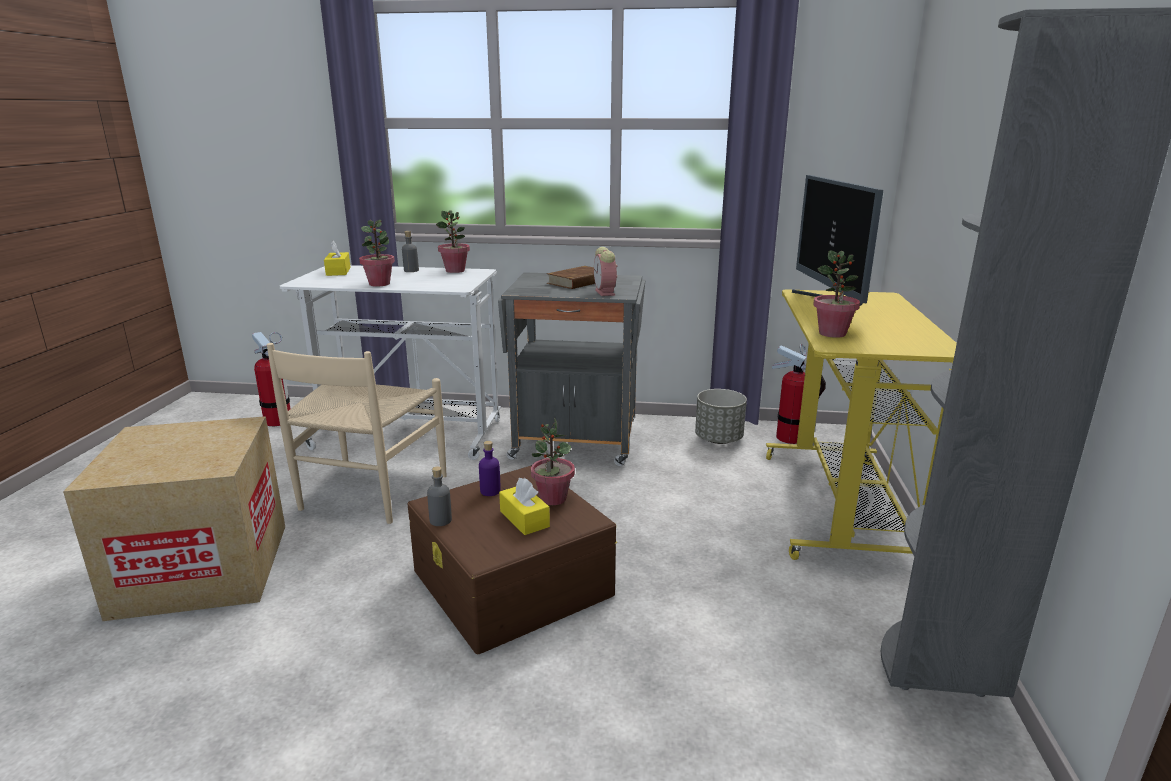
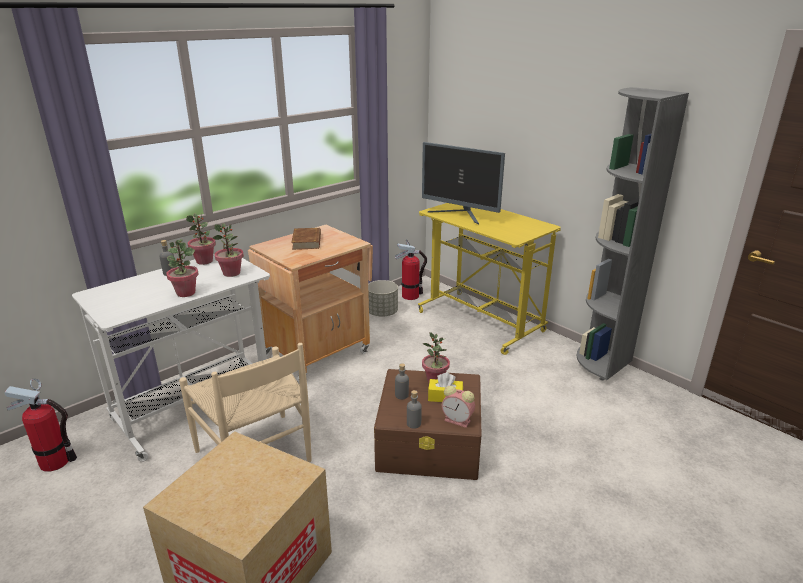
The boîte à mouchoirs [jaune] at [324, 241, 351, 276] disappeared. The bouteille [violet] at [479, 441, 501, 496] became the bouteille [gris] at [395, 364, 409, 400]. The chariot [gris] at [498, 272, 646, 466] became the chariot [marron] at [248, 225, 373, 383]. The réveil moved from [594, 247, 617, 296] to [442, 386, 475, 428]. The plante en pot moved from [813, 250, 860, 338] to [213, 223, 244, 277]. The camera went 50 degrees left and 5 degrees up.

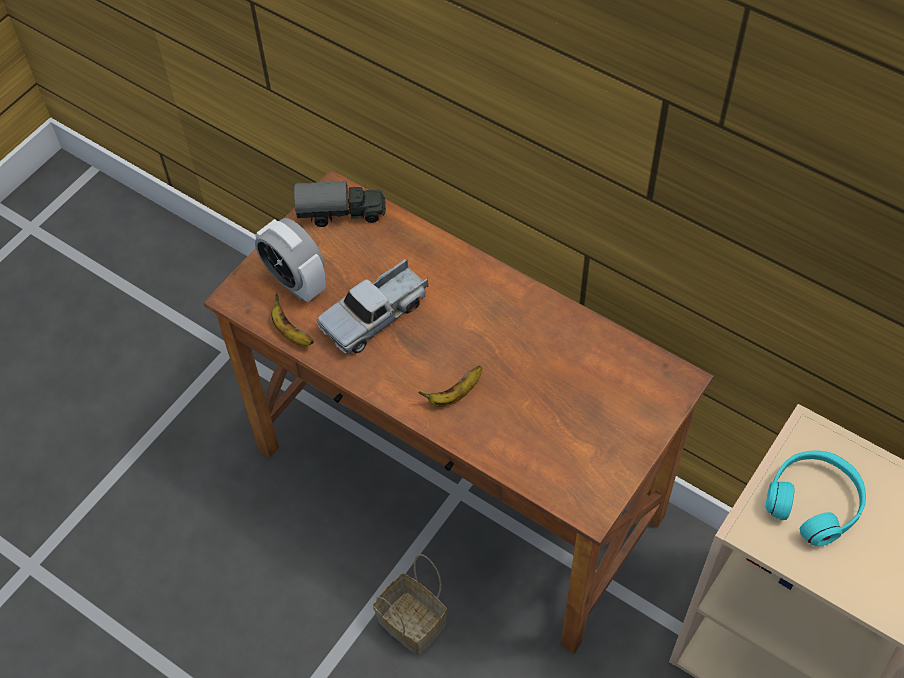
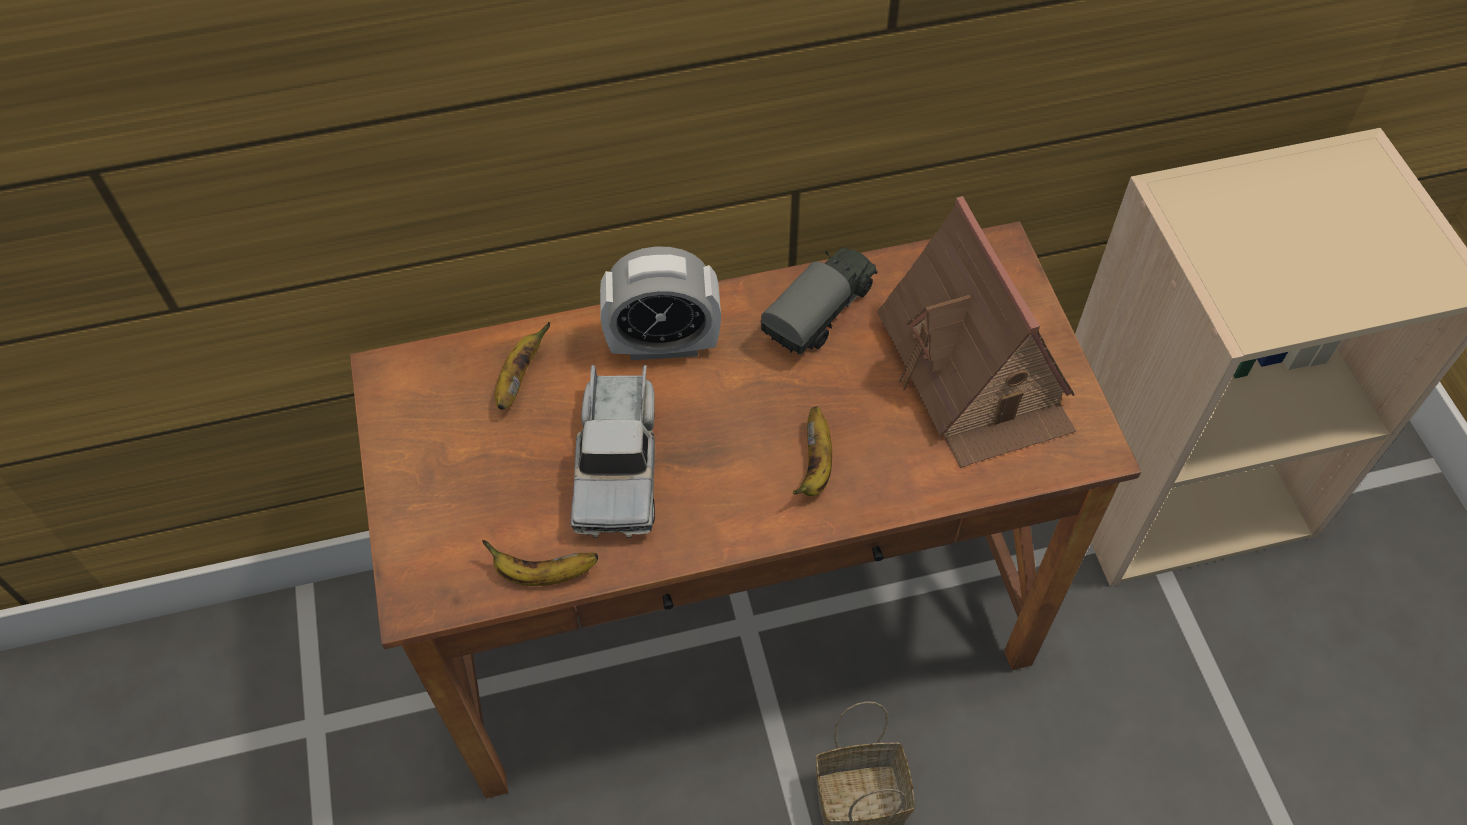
The réveil moved from [255, 218, 326, 302] to [600, 246, 721, 360]. The camion jouet moved from [294, 181, 386, 227] to [760, 247, 877, 354]. The casque audio [turquoise] at [766, 451, 866, 546] disappeared. The banane at [495, 322, 550, 410] appeared. The maison miniature at [877, 196, 1076, 468] appeared. The camera went 50 degrees left and 0 degrees up.

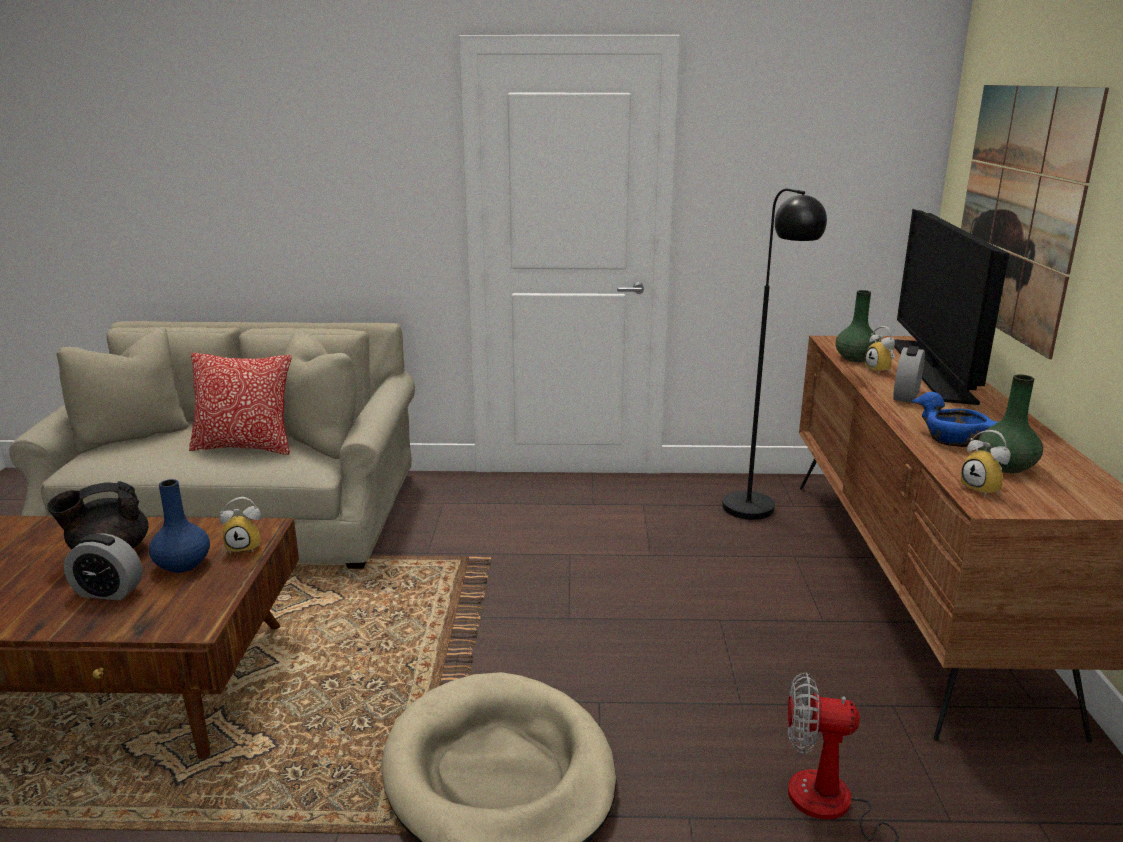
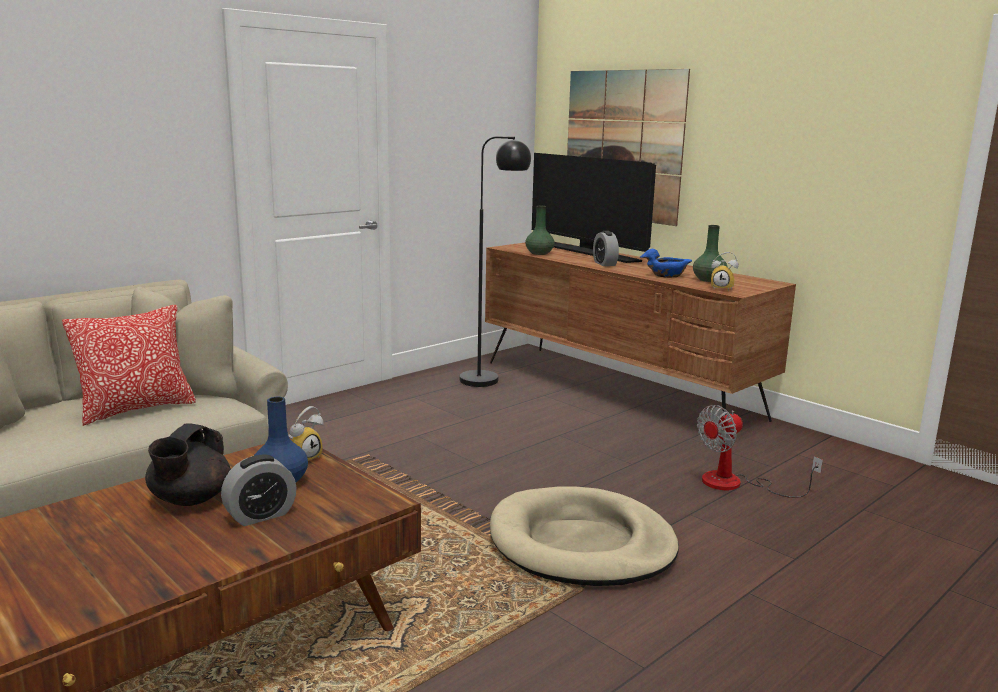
The réveil at [865, 326, 895, 374] disappeared. The camera went 45 degrees left and 5 degrees down.

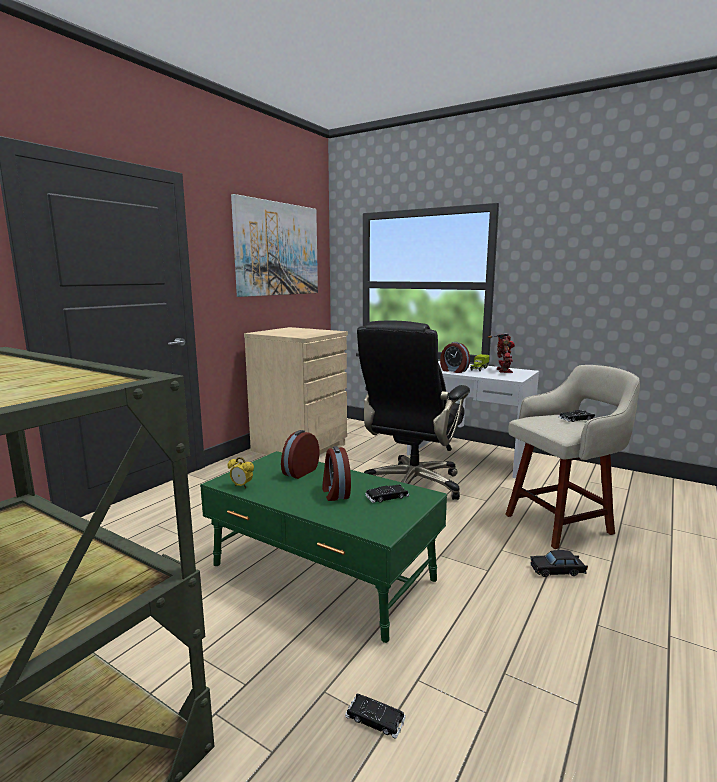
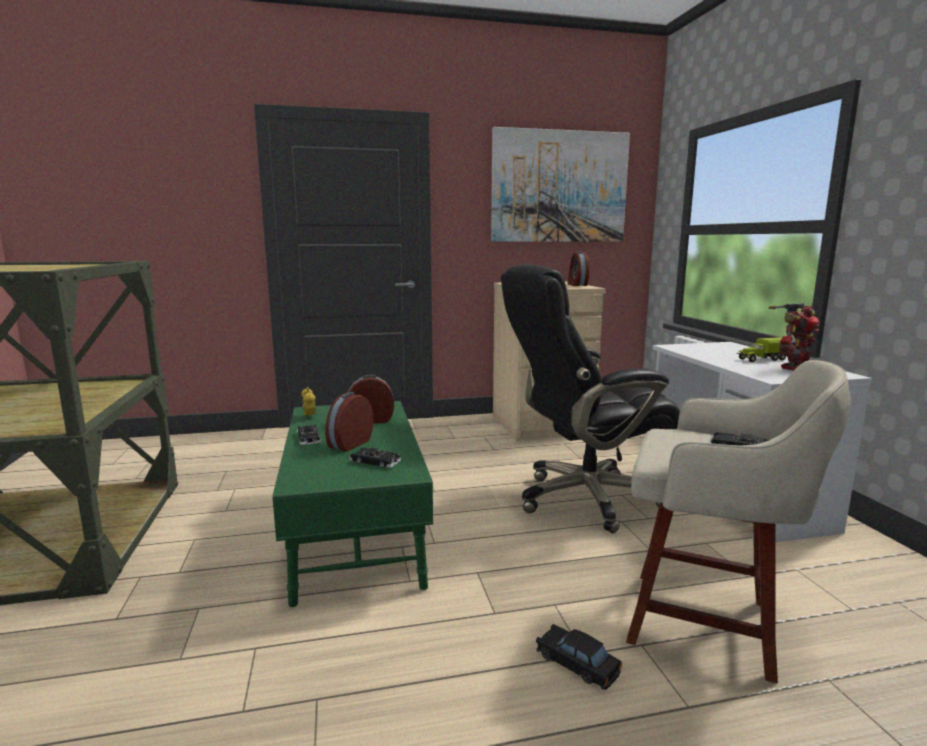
The petite voiture [noir] moved from [345, 693, 406, 739] to [297, 424, 321, 445]. The réveil moved from [440, 342, 470, 373] to [567, 251, 589, 286]. The camera went 45 degrees right and 0 degrees up.

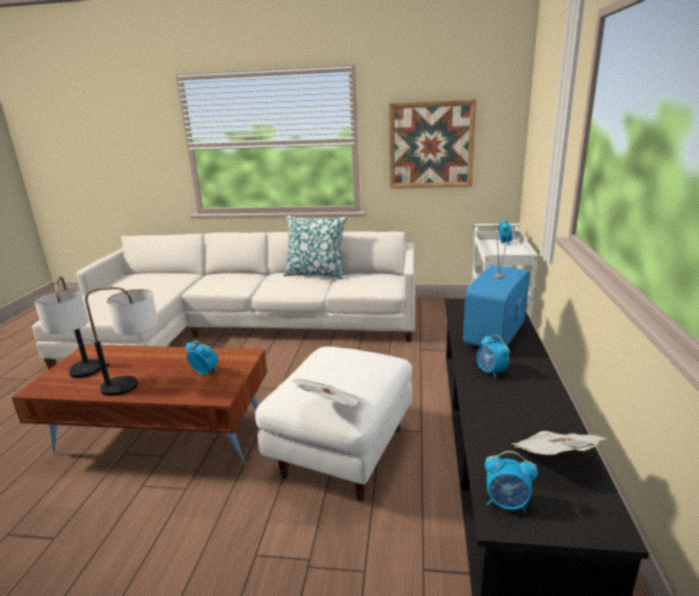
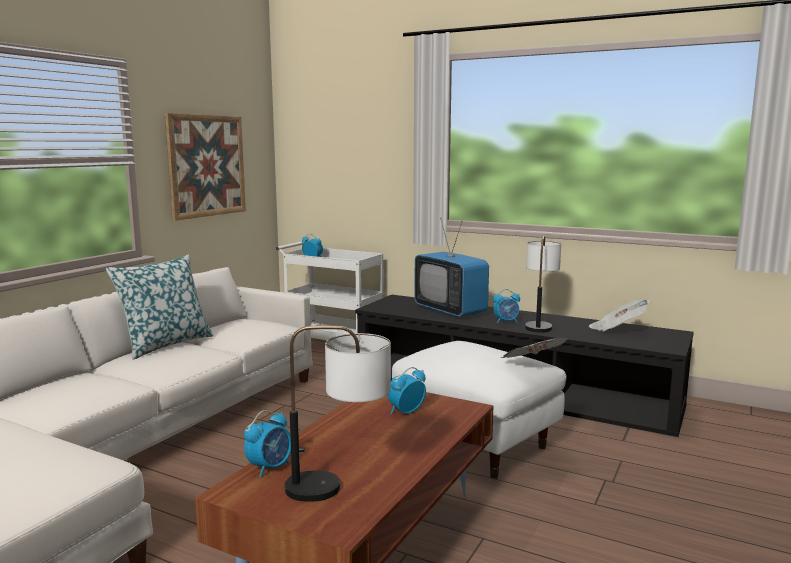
The lampe de table moved from [85, 287, 158, 396] to [525, 236, 561, 333]. The réveil moved from [485, 451, 538, 513] to [244, 410, 291, 477]. The camera went 70 degrees left and 10 degrees down.

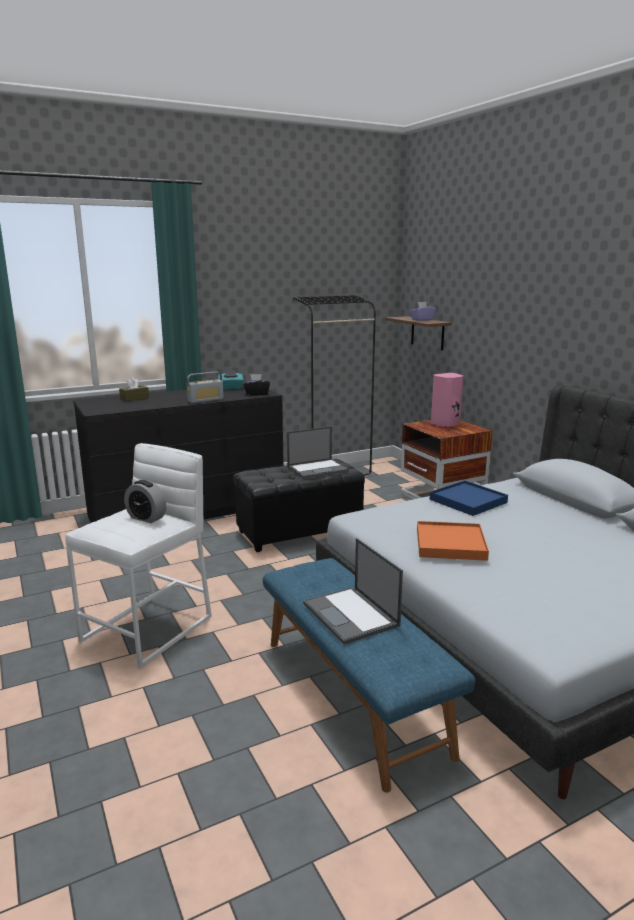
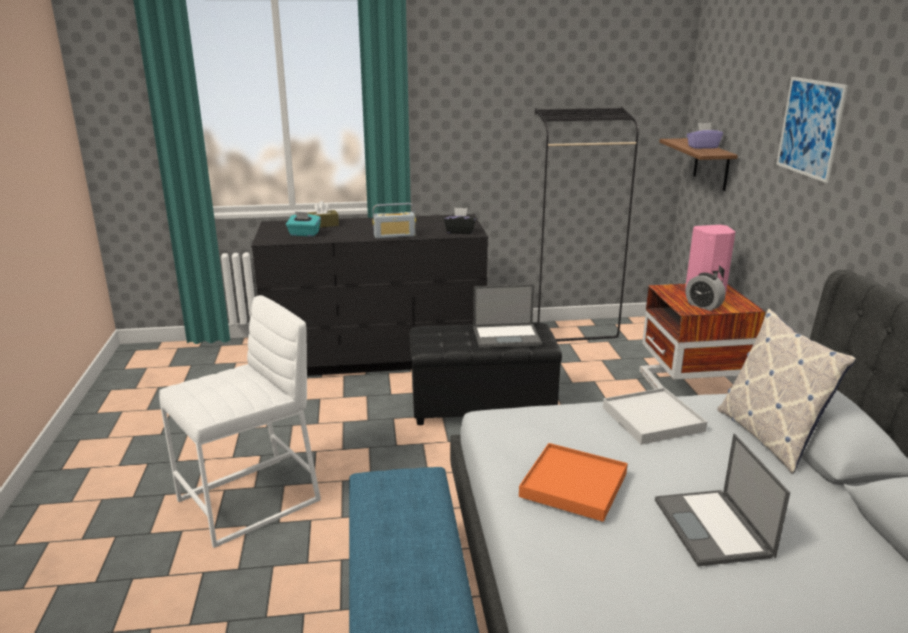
The réveil moved from [124, 480, 166, 523] to [686, 273, 726, 311]. The boîte à mouchoirs [turquoise] moved from [218, 370, 243, 390] to [286, 211, 321, 237]. The ordinateur portable moved from [303, 538, 403, 645] to [655, 434, 790, 567]. The plateau [bleu] at [430, 481, 508, 516] became the plateau [blanc] at [603, 388, 707, 445]. The coussin at [717, 309, 856, 474] appeared. The tableau at [776, 77, 848, 183] appeared. The camera went 20 degrees right and 5 degrees up.

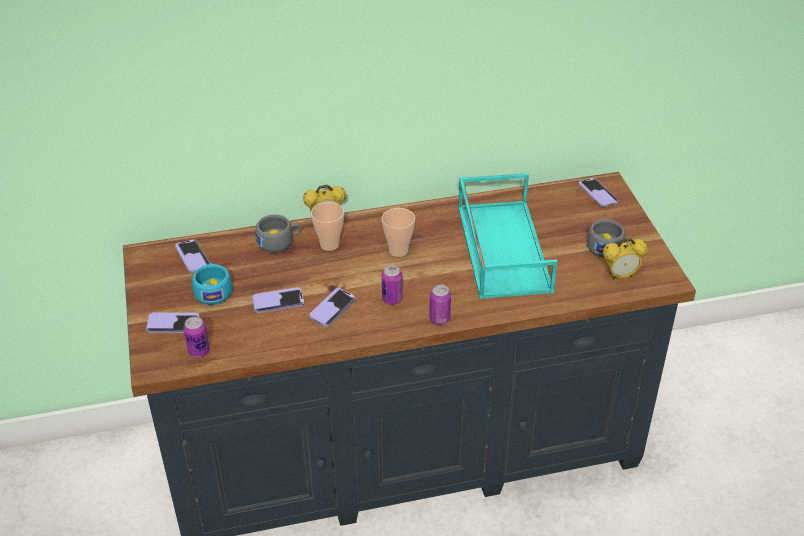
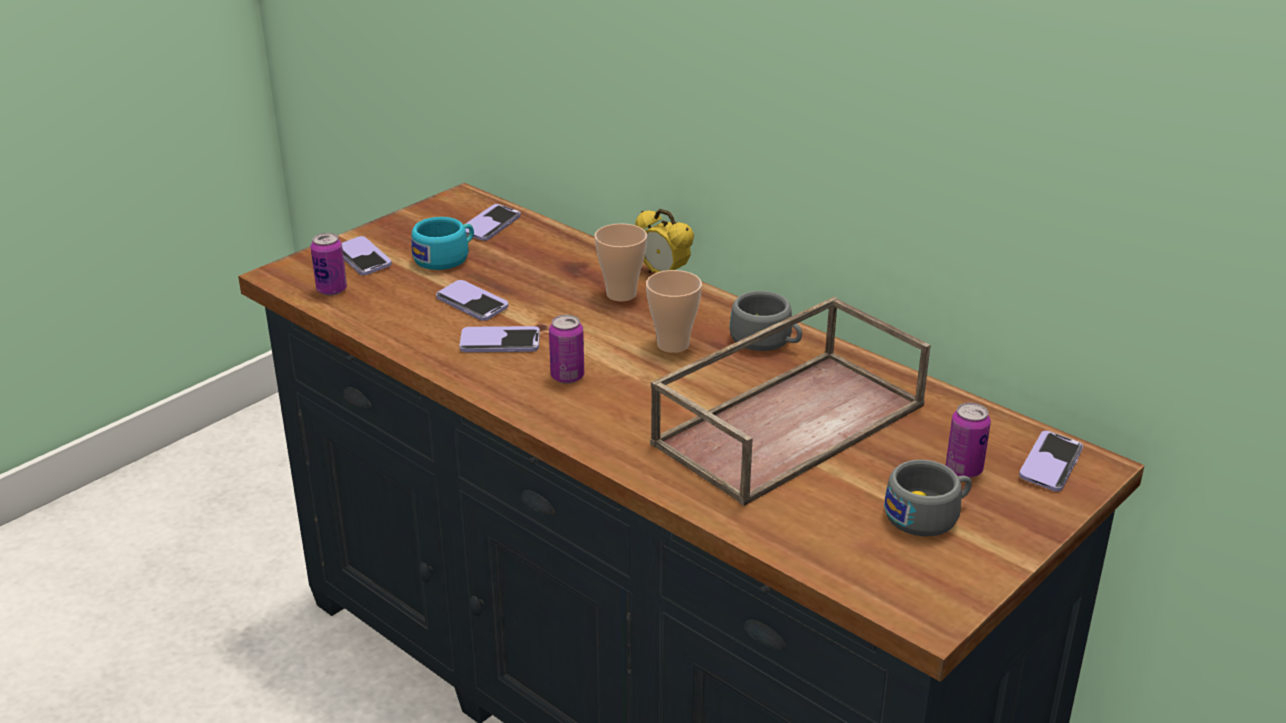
The tasse [gris] moved from [256, 214, 301, 253] to [729, 291, 802, 351]. The boîte métallique moved from [429, 284, 451, 325] to [946, 403, 991, 478]. The plateau [turquoise] at [458, 173, 557, 299] became the plateau [marron] at [650, 297, 931, 506]. The réveil at [603, 238, 648, 280] disappeared. The camera went 55 degrees right and 10 degrees down.

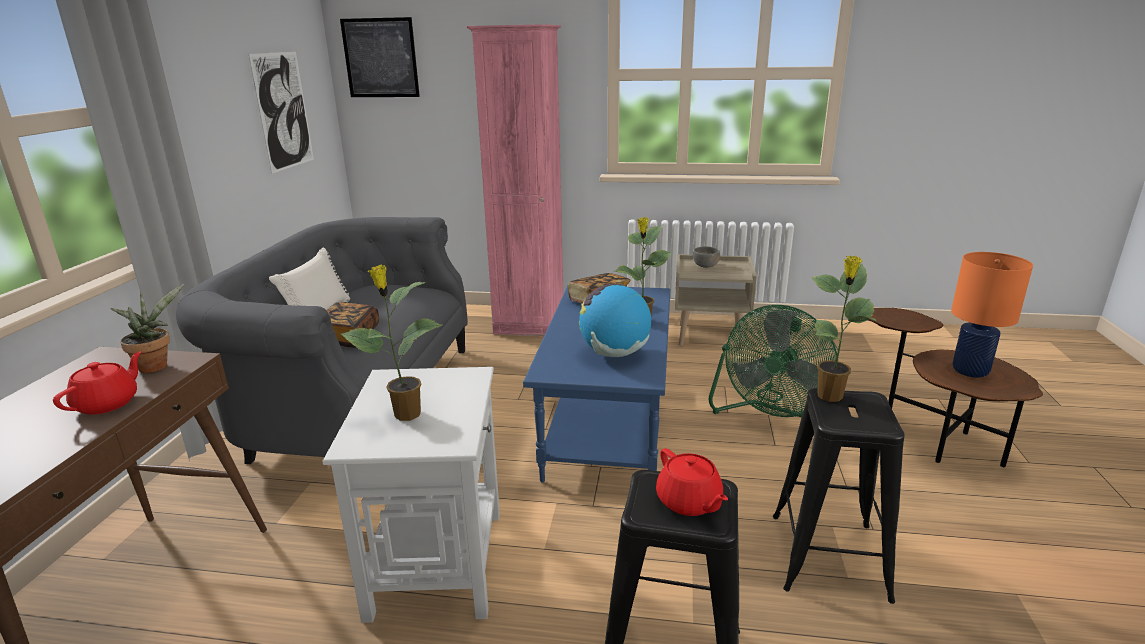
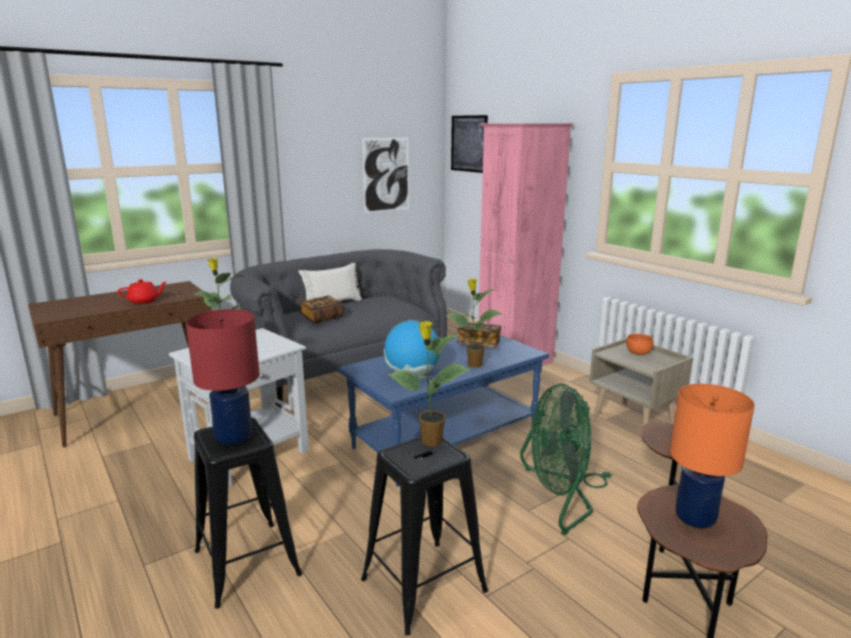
The plante en pot at [110, 284, 184, 373] disappeared. The théière [rouge] at [656, 448, 728, 516] was replaced by the lampe de table [rouge] at [186, 309, 260, 445]. The bol [gris] at [693, 246, 720, 268] became the bol [orange] at [626, 334, 654, 355]. The camera went 45 degrees right and 5 degrees down.

